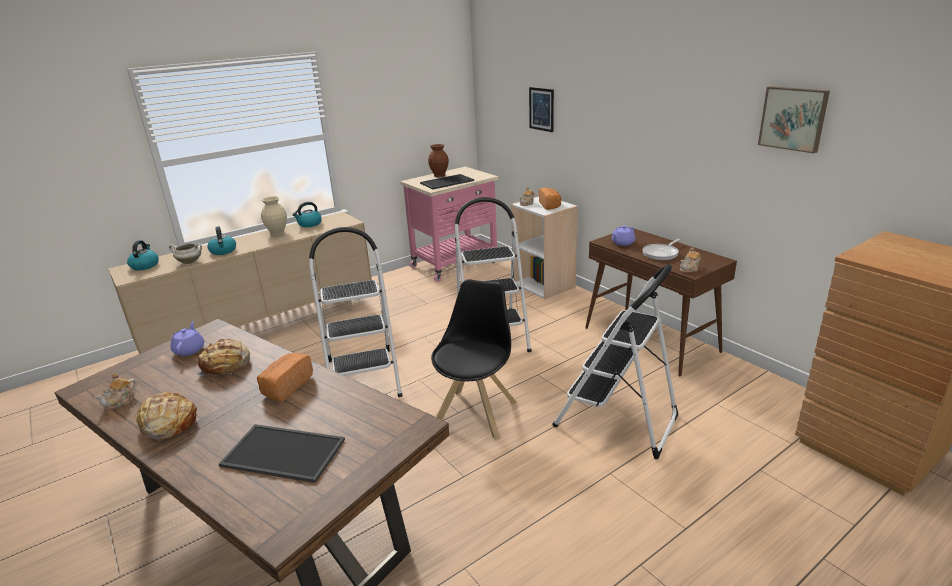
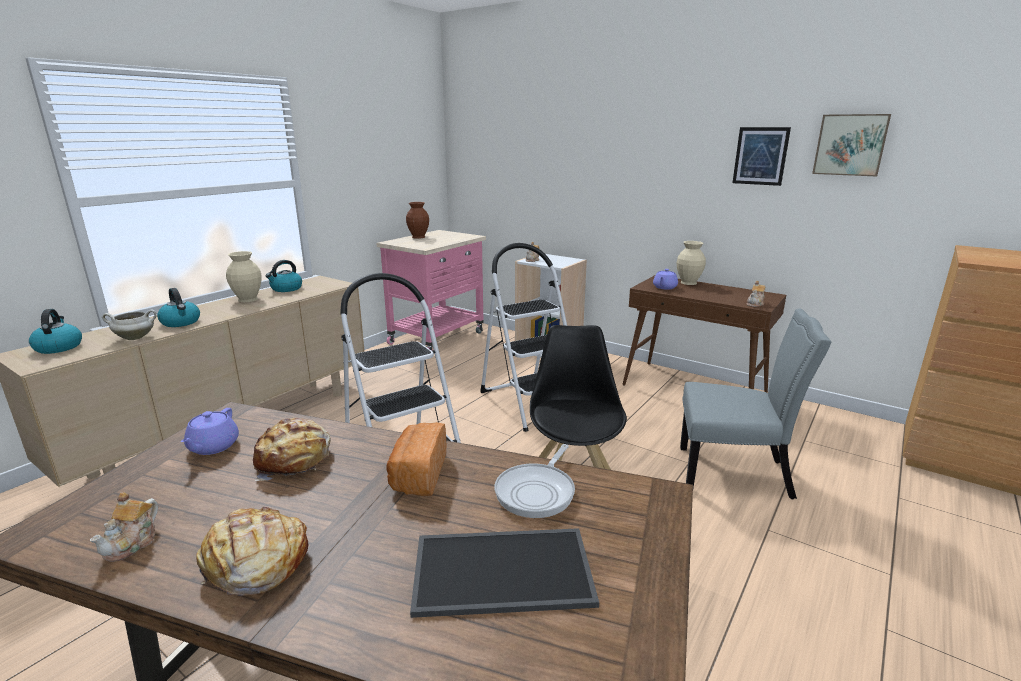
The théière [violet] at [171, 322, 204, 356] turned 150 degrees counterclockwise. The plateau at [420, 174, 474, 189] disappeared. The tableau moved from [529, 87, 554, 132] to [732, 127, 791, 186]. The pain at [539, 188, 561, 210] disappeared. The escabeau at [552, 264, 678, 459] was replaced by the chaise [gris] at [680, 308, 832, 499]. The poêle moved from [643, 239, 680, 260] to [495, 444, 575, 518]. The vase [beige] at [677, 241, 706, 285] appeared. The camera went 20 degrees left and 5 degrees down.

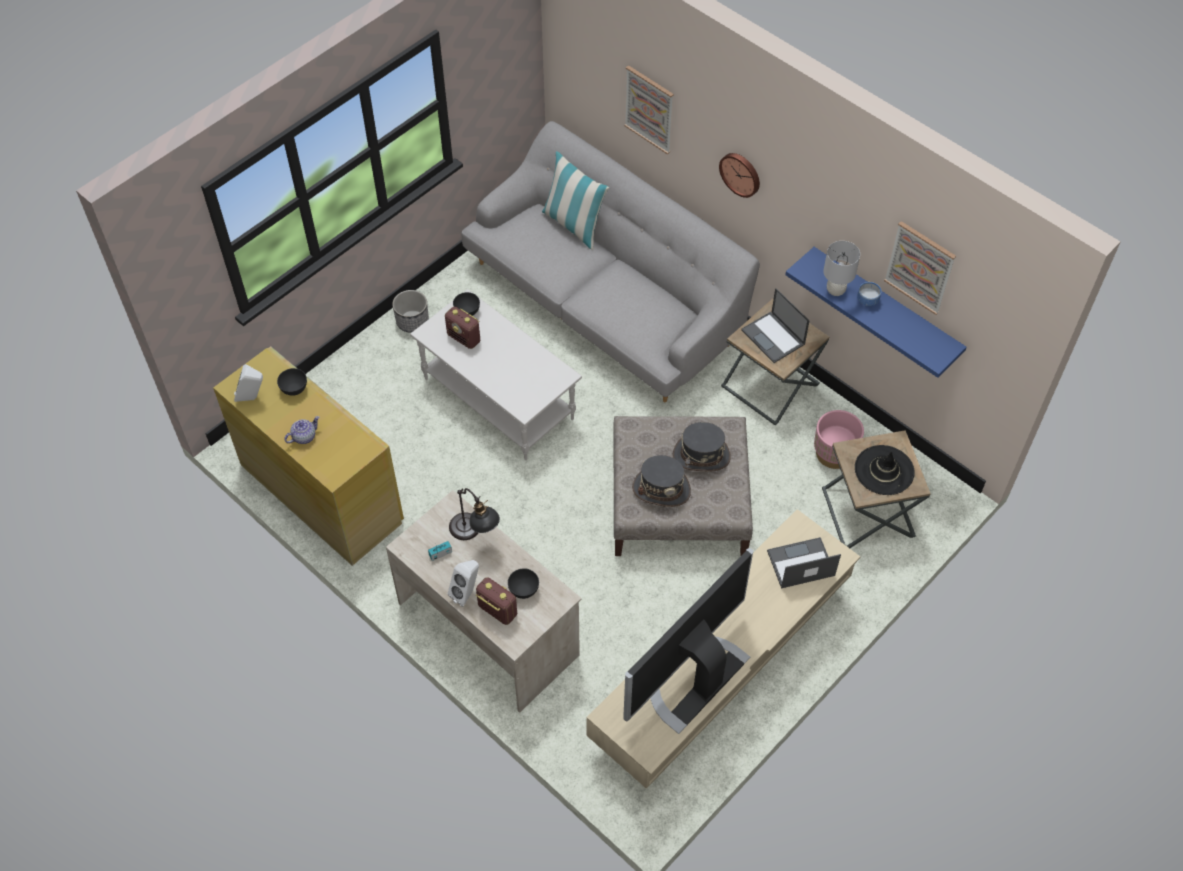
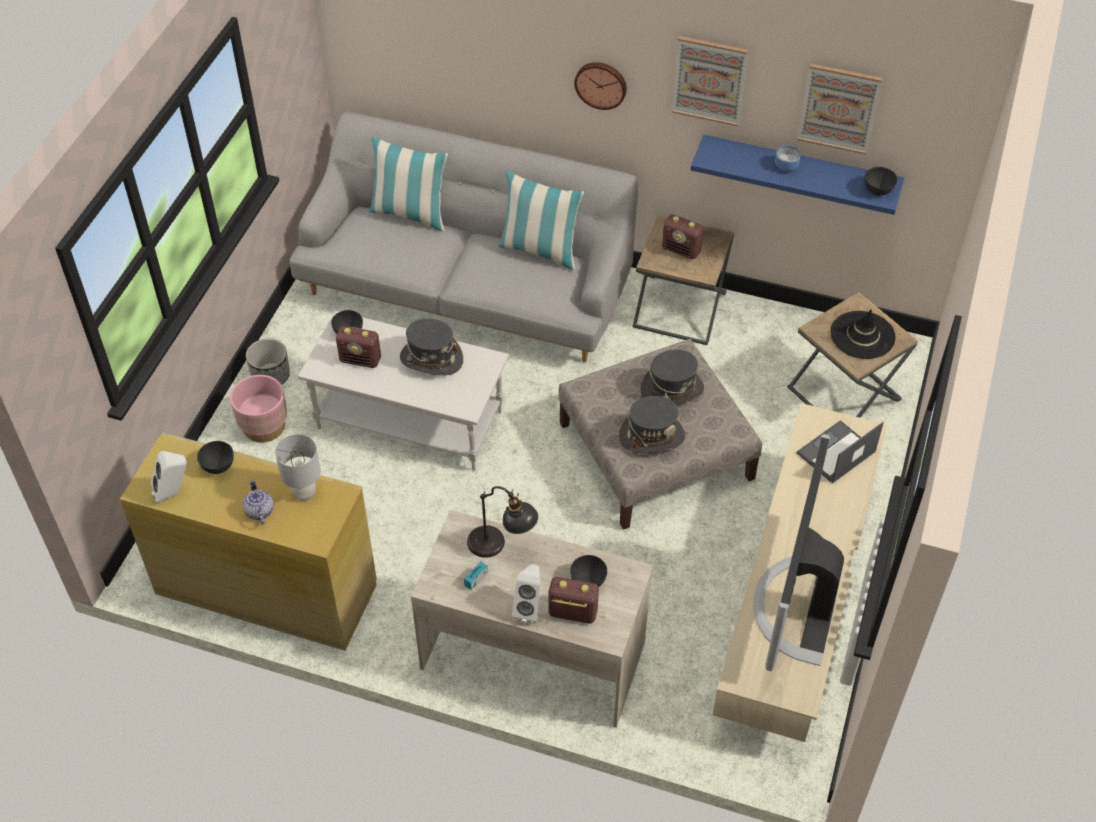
The théière at [284, 416, 319, 444] turned 45 degrees counterclockwise. The tableau moved from [624, 65, 674, 155] to [672, 36, 748, 126]. The ordinateur portable at [741, 288, 809, 363] was replaced by the radio at [662, 214, 704, 259]. The cache-pot [rose] moved from [814, 410, 864, 469] to [230, 375, 287, 443]. The lampe de table [gris] moved from [823, 241, 860, 296] to [275, 434, 321, 501]. The chapeau [gris] at [400, 318, 463, 376] appeared. The coussin at [498, 171, 584, 270] appeared. The bol [gris] at [864, 167, 897, 196] appeared. The camera went 25 degrees left and 5 degrees down.

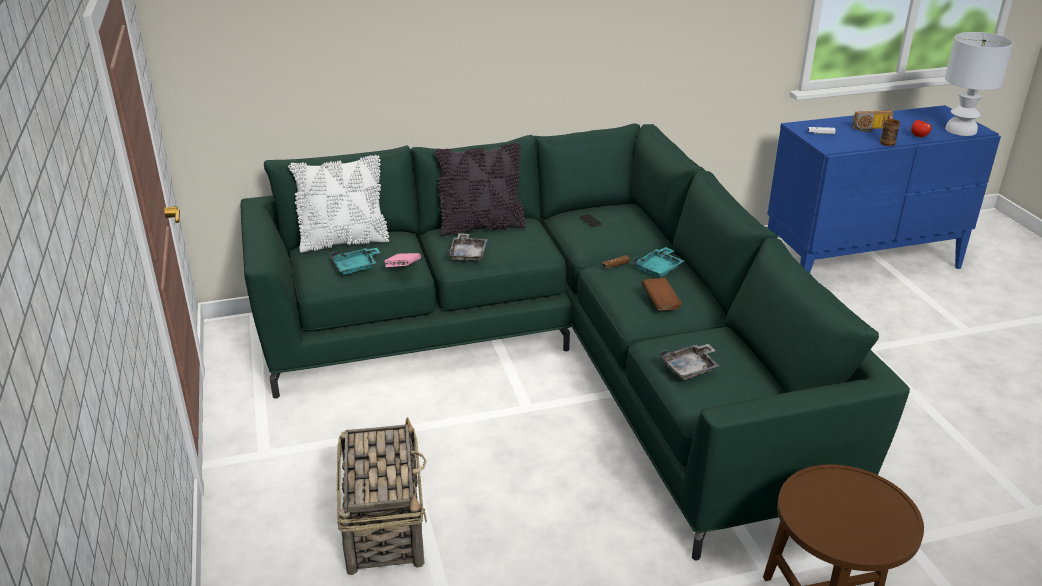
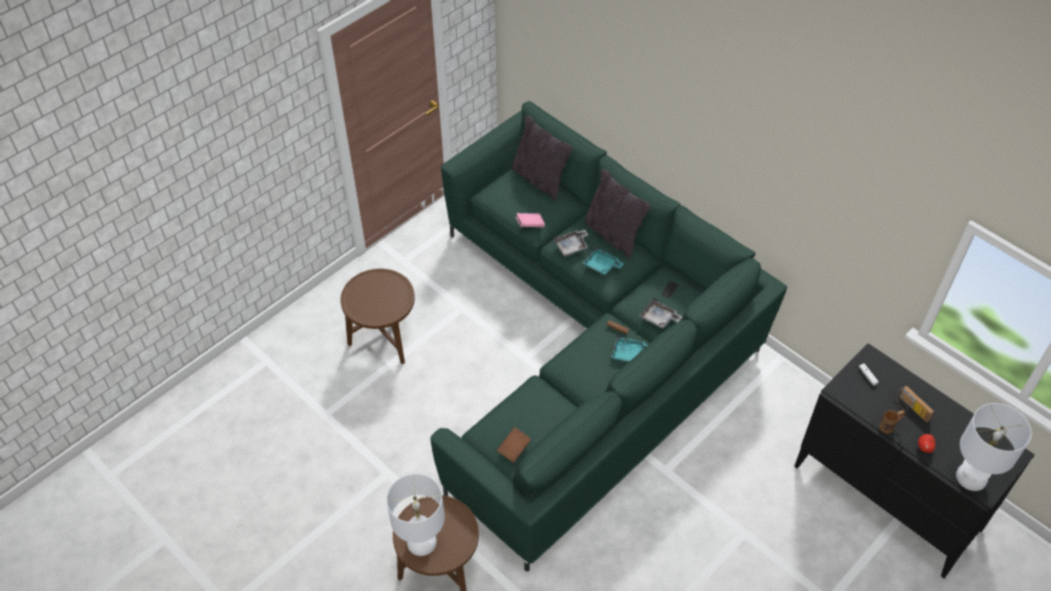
The coussin [blanc] at [288, 155, 389, 253] became the coussin [noir] at [511, 115, 573, 201]. The plateau [turquoise] moved from [331, 248, 380, 275] to [582, 246, 624, 275]. The panier at [337, 417, 427, 575] was replaced by the table d'appoint [marron] at [340, 269, 415, 364]. The livre [marron] moved from [642, 278, 682, 311] to [497, 427, 531, 463]. The plateau [gris] moved from [660, 344, 720, 380] to [639, 297, 682, 329]. The meuble de rangement [bleu] at [767, 105, 1001, 273] became the meuble de rangement [noir] at [794, 343, 1035, 578]. The lampe de table [blanc] at [387, 474, 445, 556] appeared. The camera went 60 degrees right and 20 degrees up.

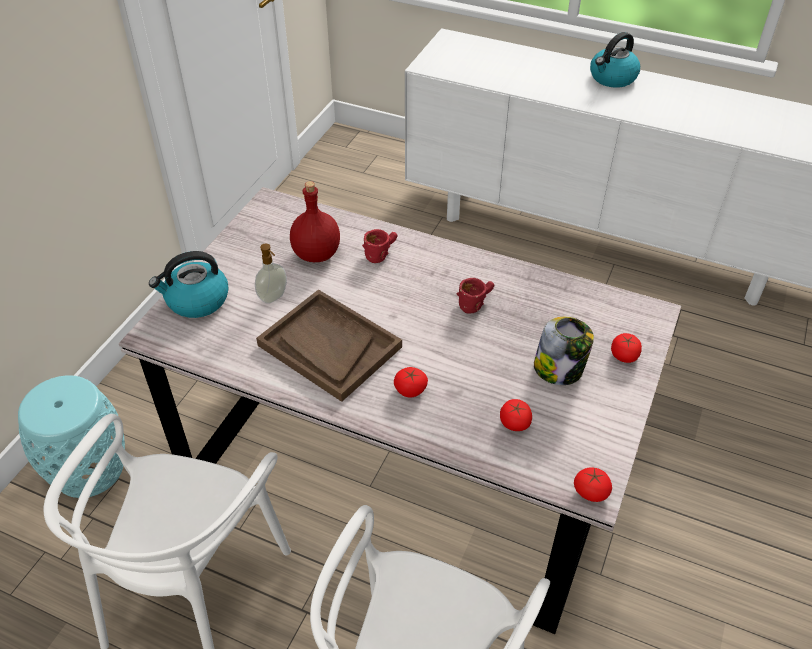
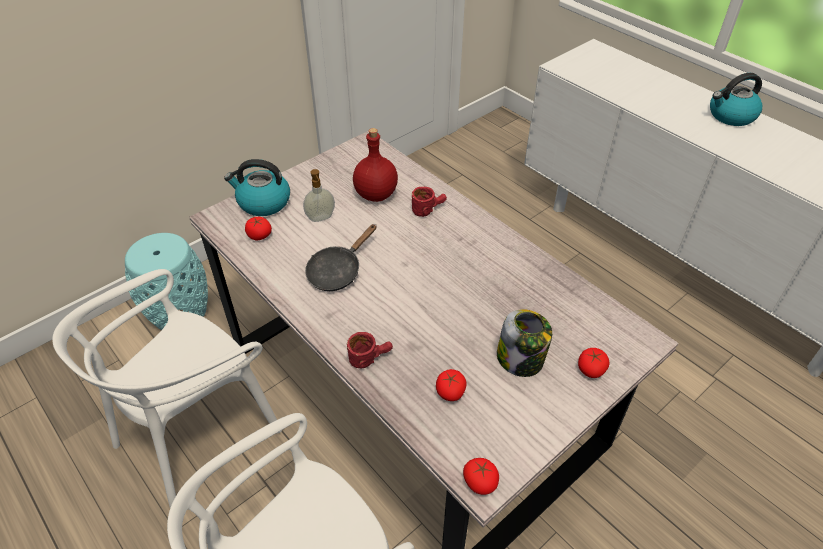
The plateau [marron] at [256, 289, 402, 402] was replaced by the poêle [noir] at [305, 224, 377, 291]. The tomate moved from [394, 367, 428, 397] to [245, 217, 272, 240]. The mug [rouge] moved from [457, 278, 495, 314] to [347, 332, 393, 368]. The camera went 25 degrees right and 0 degrees up.

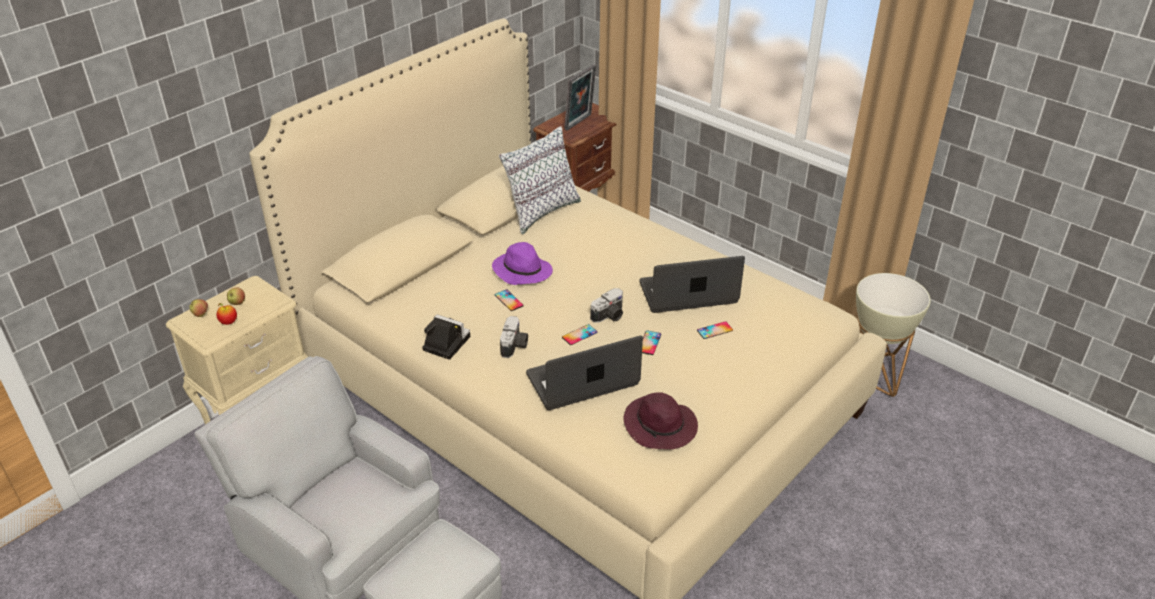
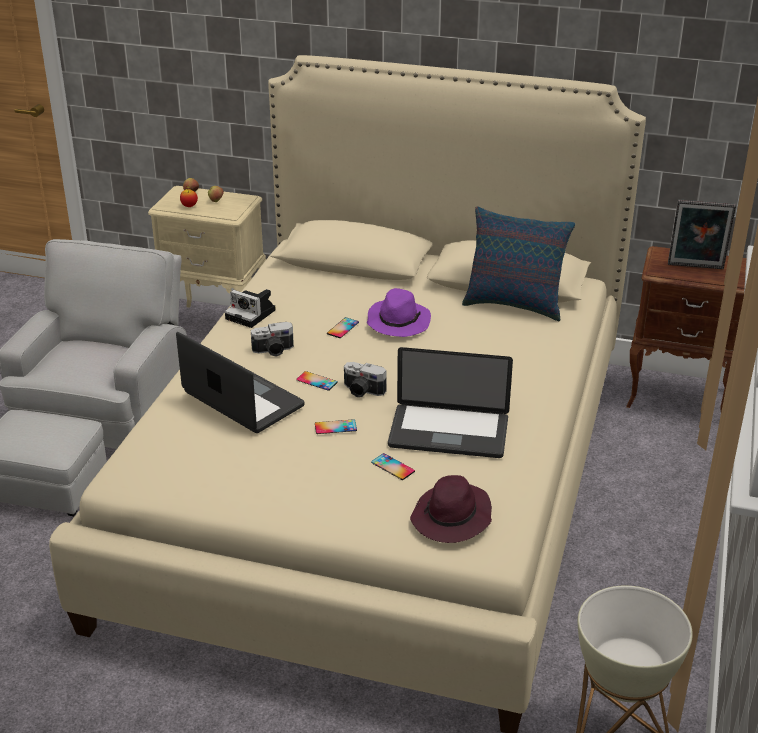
The appareil photo at [423, 314, 470, 360] turned 120 degrees clockwise. The coussin [blanc] at [499, 126, 581, 234] became the coussin [bleu] at [462, 206, 575, 321]. The chapeau [violet] moved from [624, 392, 698, 449] to [410, 475, 492, 543]. The ordinateur portable at [639, 256, 745, 313] turned 135 degrees clockwise. The camera went 65 degrees right and 5 degrees down.

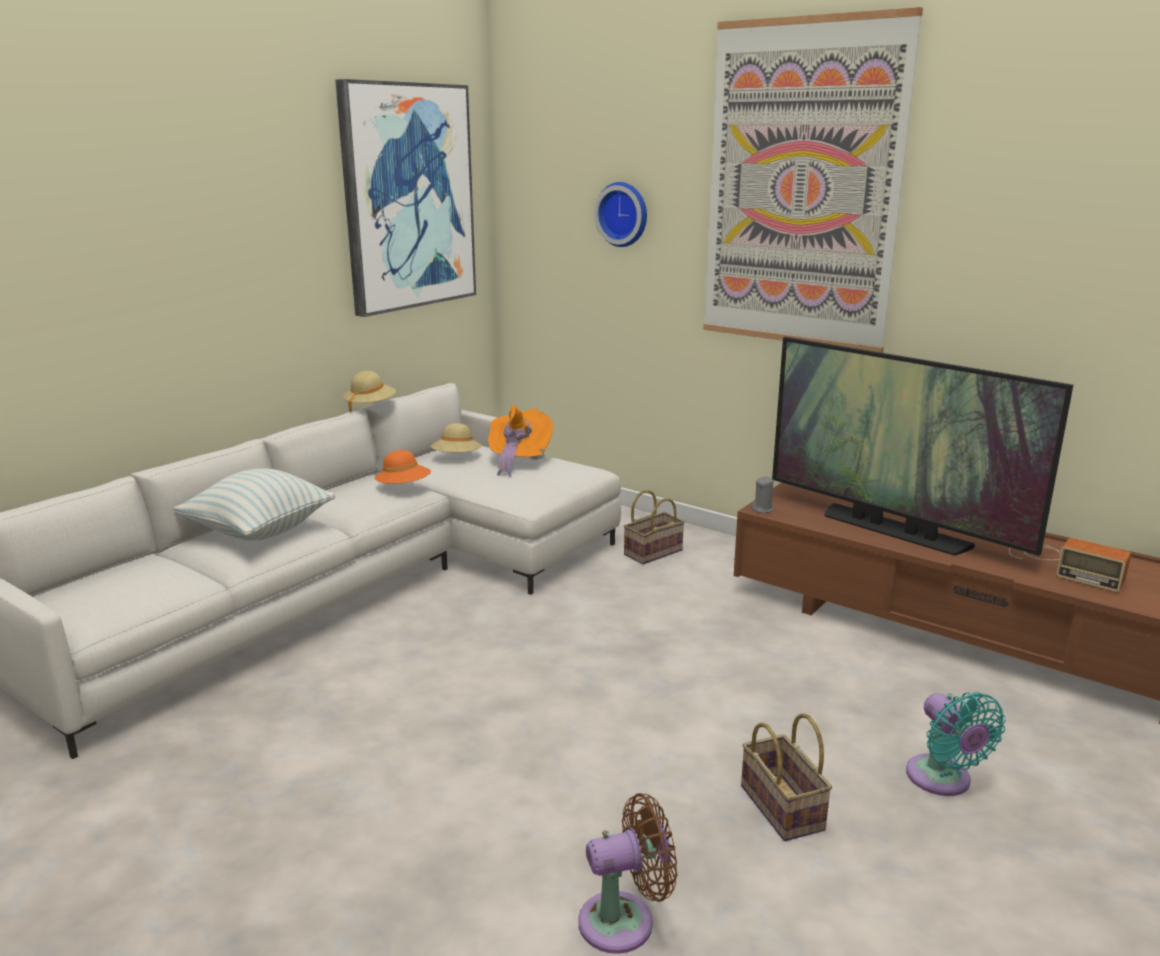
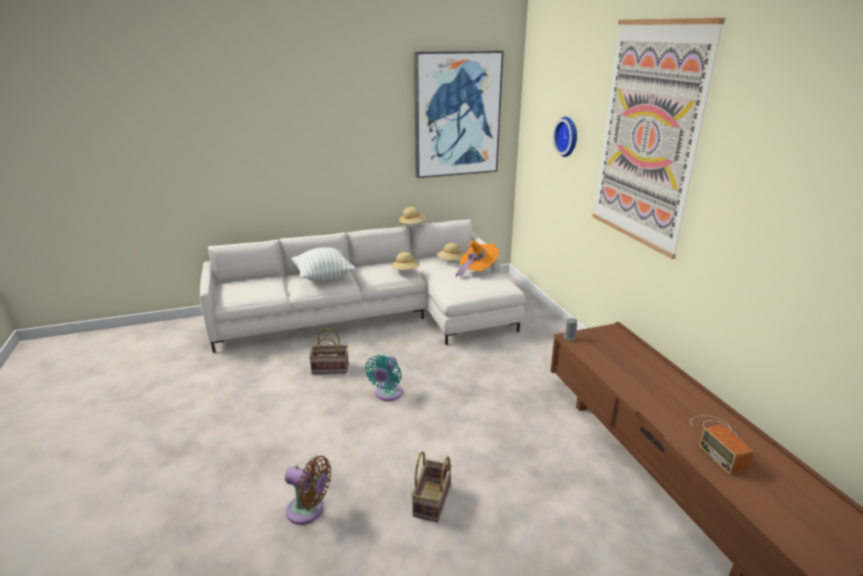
The chapeau [orange] at [375, 450, 431, 484] became the chapeau [beige] at [391, 252, 420, 270]. The panier moved from [624, 490, 685, 564] to [309, 328, 349, 374]. The téléviseur at [772, 337, 1073, 556] disappeared. The ventilateur [turquoise] moved from [906, 692, 1006, 796] to [365, 355, 403, 401]. The camera went 35 degrees right and 5 degrees up.

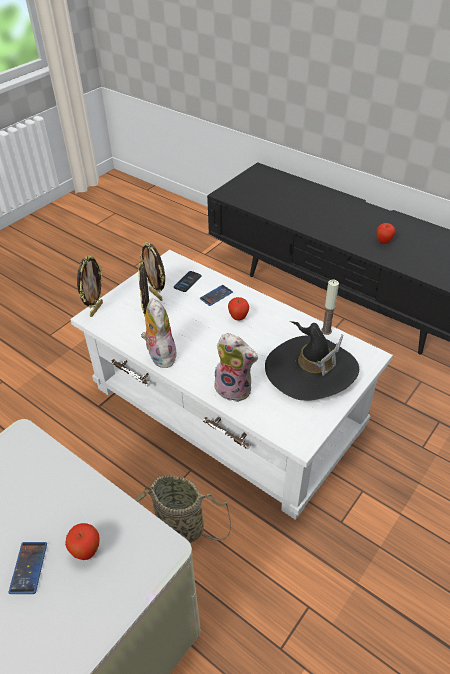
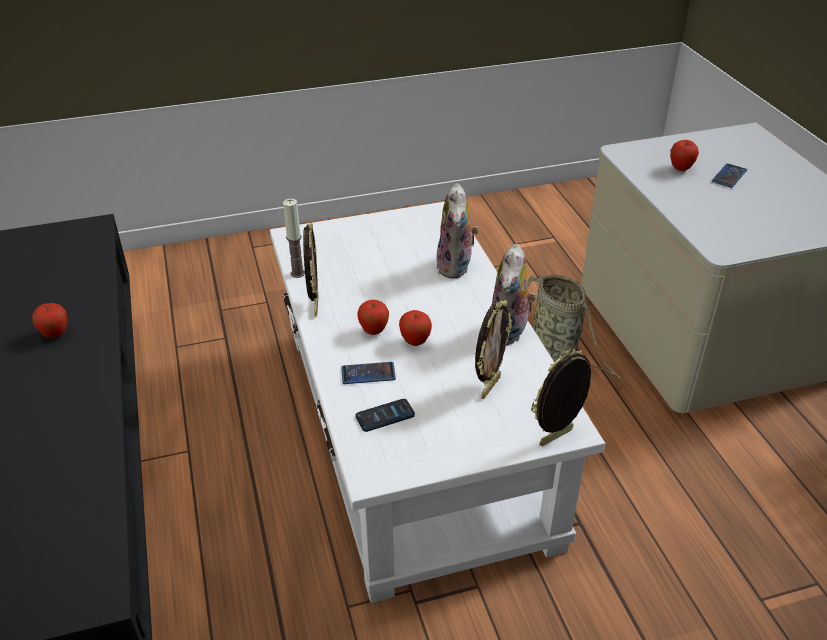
The cadre photo moved from [140, 242, 165, 301] to [303, 222, 319, 316]. The peluche at [213, 333, 258, 402] turned 150 degrees counterclockwise. The chapeau [noir] at [265, 321, 359, 401] disappeared. The pomme at [399, 310, 432, 346] appeared. The camera went 145 degrees left and 5 degrees down.

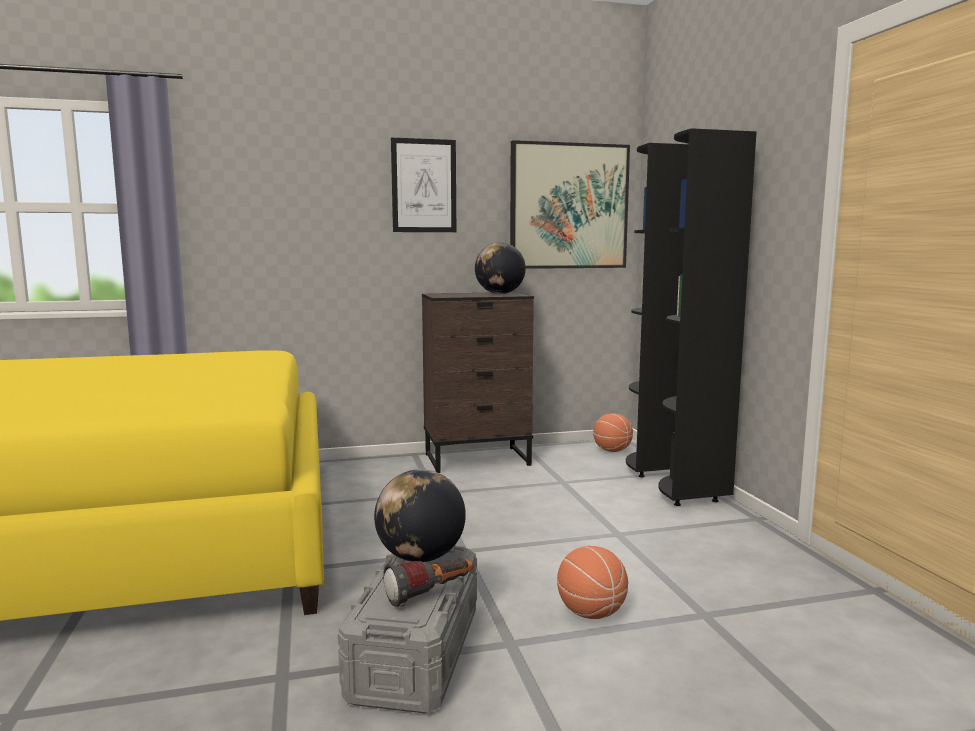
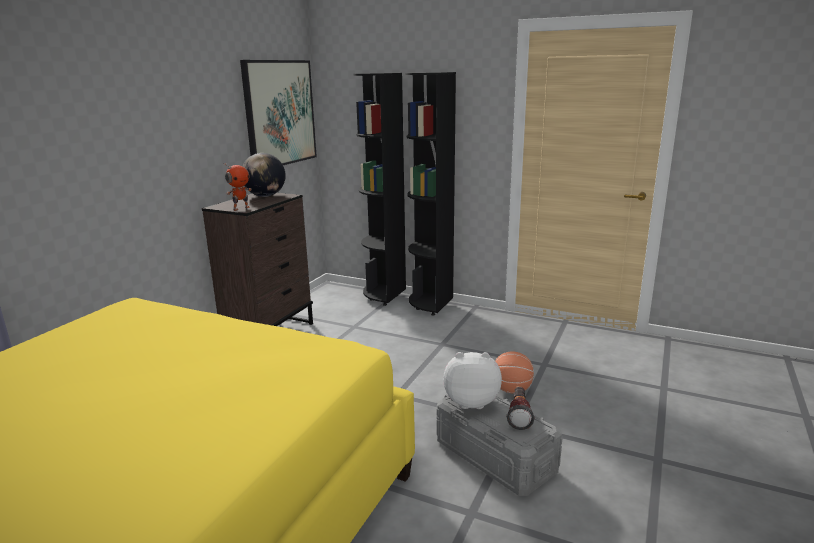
The globe at [374, 469, 466, 562] was replaced by the peluche at [443, 352, 502, 409]. The tableau at [391, 138, 456, 232] disappeared. The ballon de basket at [593, 413, 633, 452] disappeared. The robot jouet at [225, 164, 252, 210] appeared. The camera went 50 degrees left and 10 degrees up.

